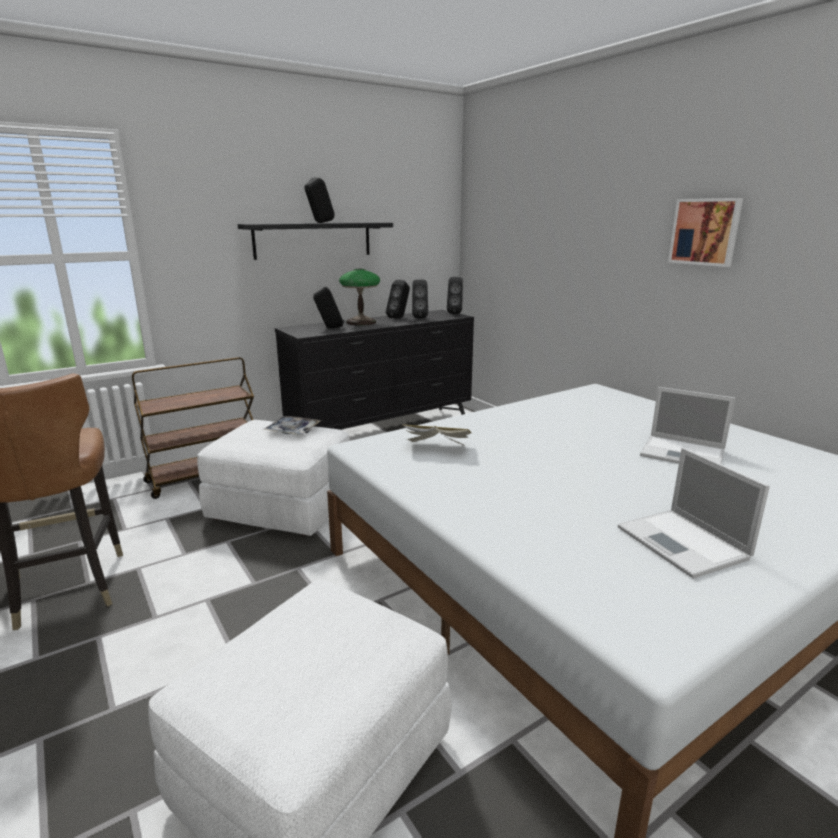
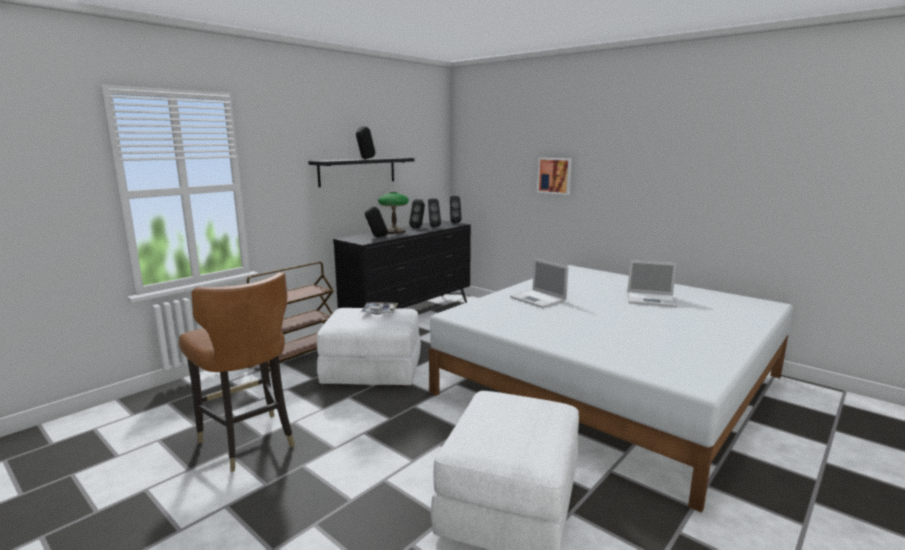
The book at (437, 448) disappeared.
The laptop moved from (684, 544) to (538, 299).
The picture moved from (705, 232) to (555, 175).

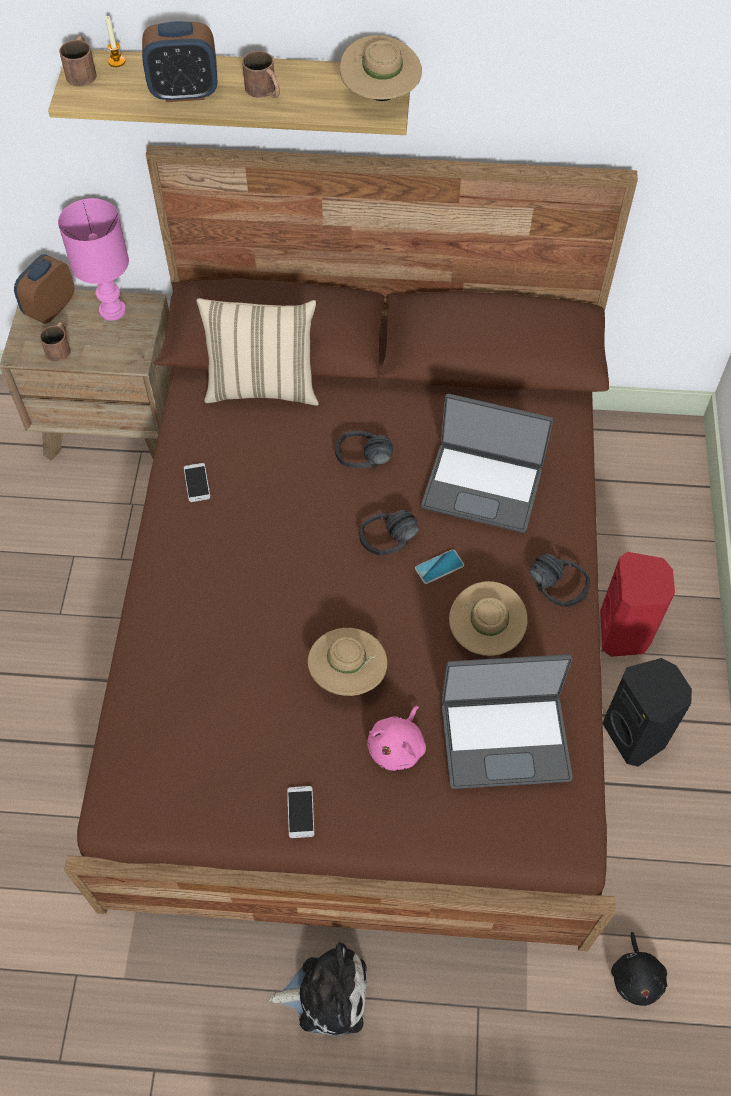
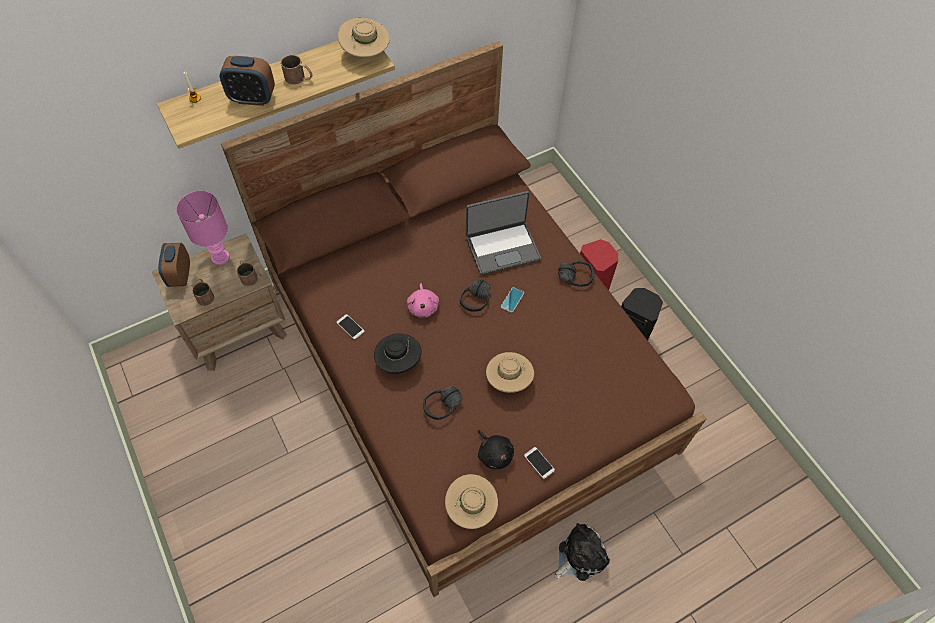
The brown_mug moved from (82, 71) to (247, 275).
The alarm_clock at (185, 92) turned 45 degrees clockwise.
The beige_pillow at (263, 387) disappeared.
The black_headphones moved from (363, 464) to (446, 410).
The pink_plush_toy moved from (397, 746) to (423, 306).
The laptop at (505, 739) disappeared.
The beige_hat moved from (485, 632) to (471, 507).
The black_plush_toy moved from (636, 977) to (494, 454).
The black_hat at (398, 361) appeared.

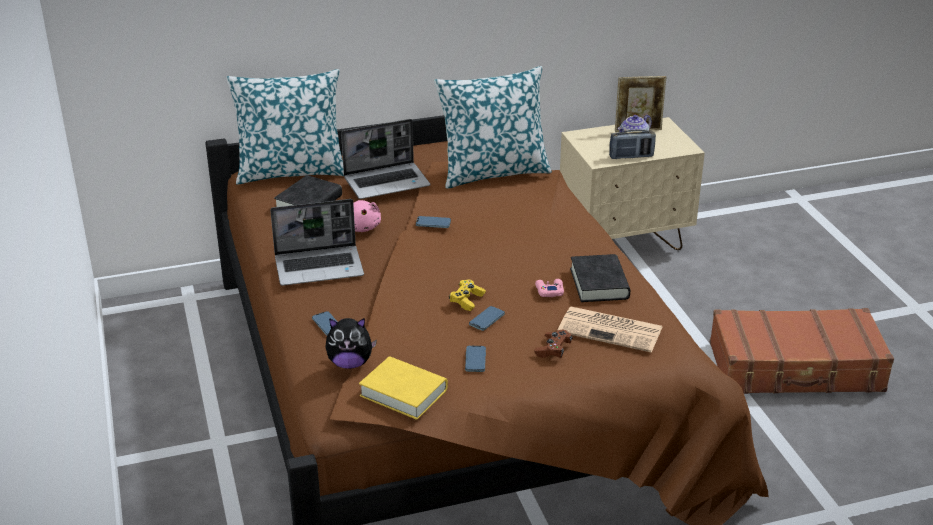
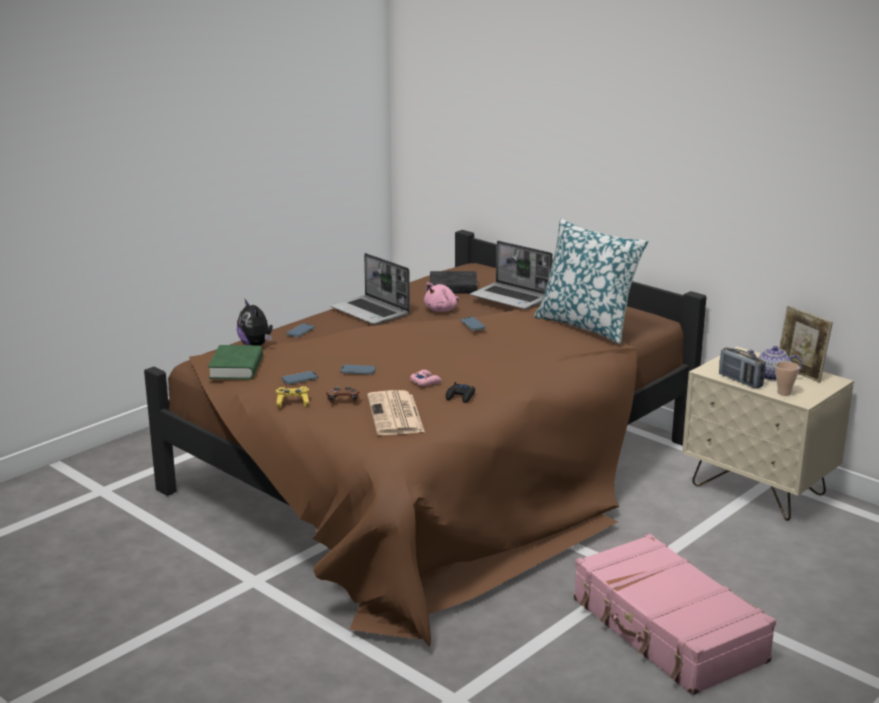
The pillow at (291, 171) disappeared.
The yellow_book at (403, 393) became the green_book at (236, 368).
The yellow_game_controller moved from (467, 300) to (293, 403).
The black_book at (599, 283) was replaced by the black_game_controller at (461, 397).
The brown_suitcase at (796, 368) became the pink_suitcase at (667, 631).
The cup at (784, 393) appeared.

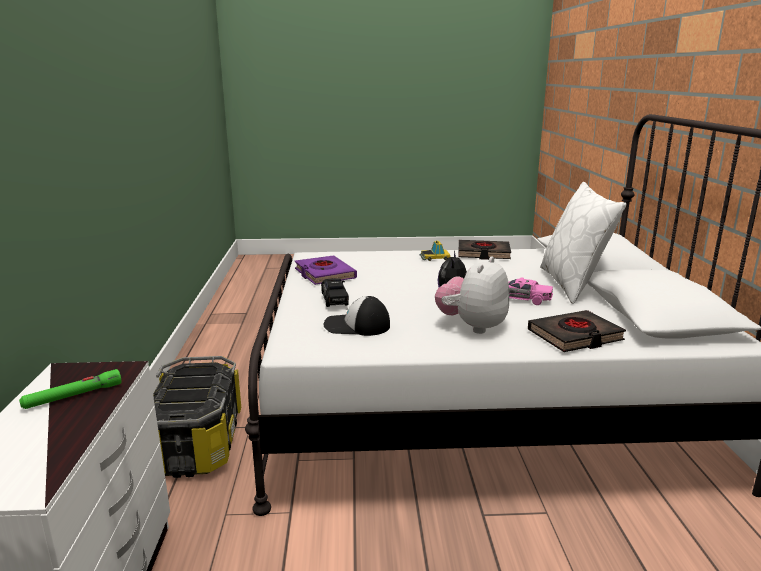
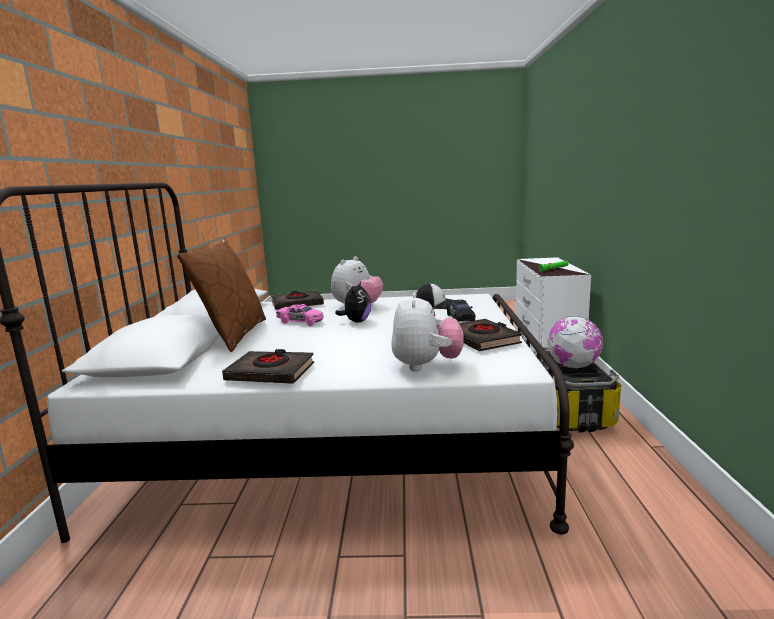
The purple_book at (324, 274) became the black_book at (482, 339).
The toy_car at (435, 257) disappeared.
The white_pillow at (573, 284) became the brown_pillow at (233, 335).
The plush_toy at (426, 366) appeared.
The globe at (573, 366) appeared.

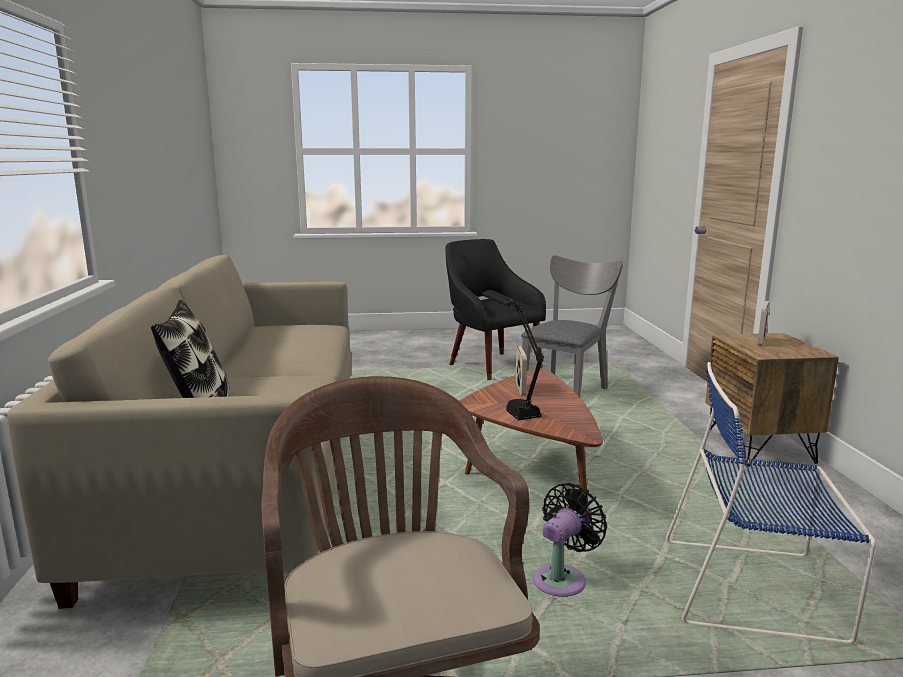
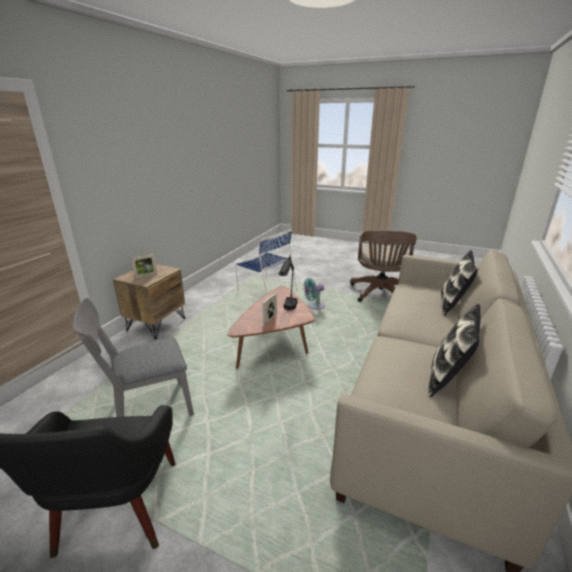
The black_fan at (562, 579) became the turquoise_fan at (314, 306).
The pillow at (447, 377) appeared.

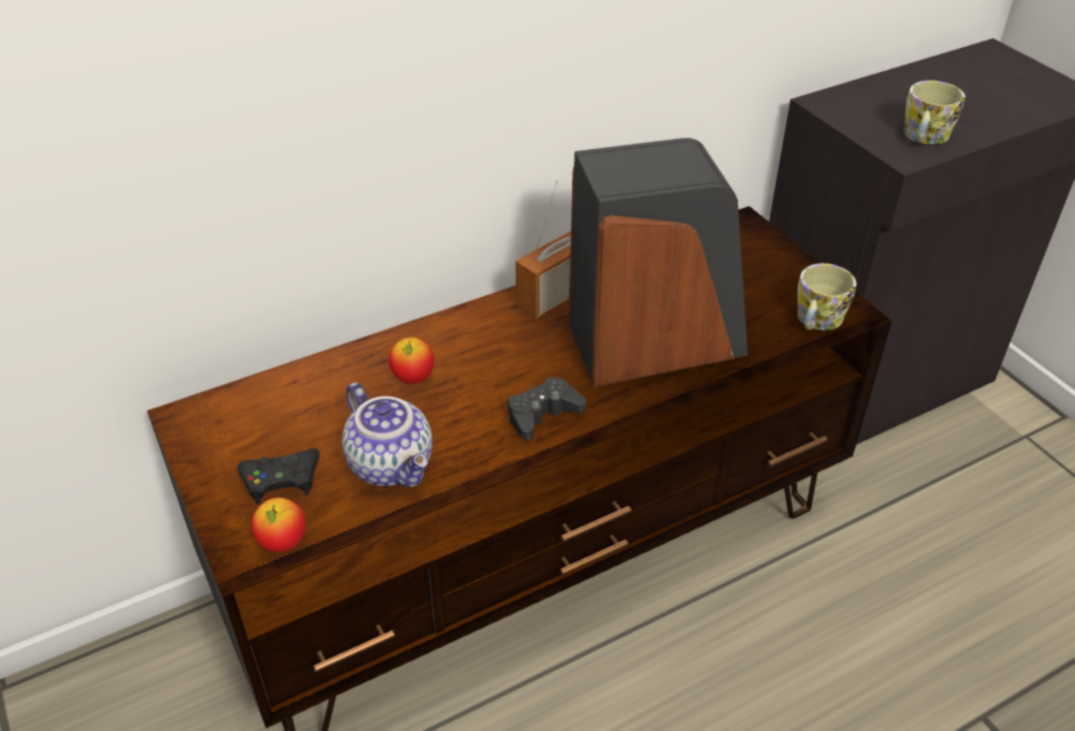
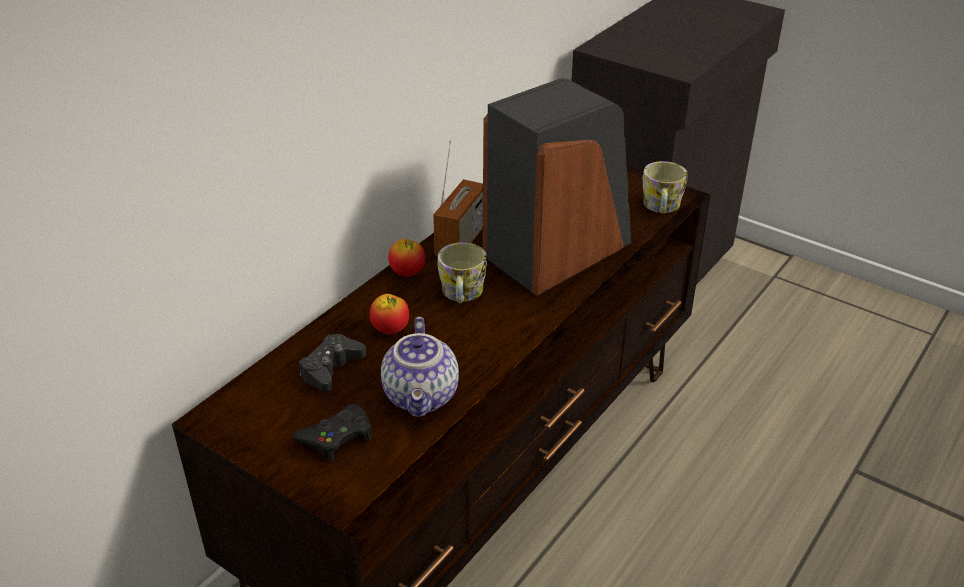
The apple moved from (283, 542) to (407, 273).
The teapot at (393, 465) turned 60 degrees clockwise.
The black_game_controller moved from (543, 414) to (331, 368).
The mug moved from (924, 138) to (462, 294).

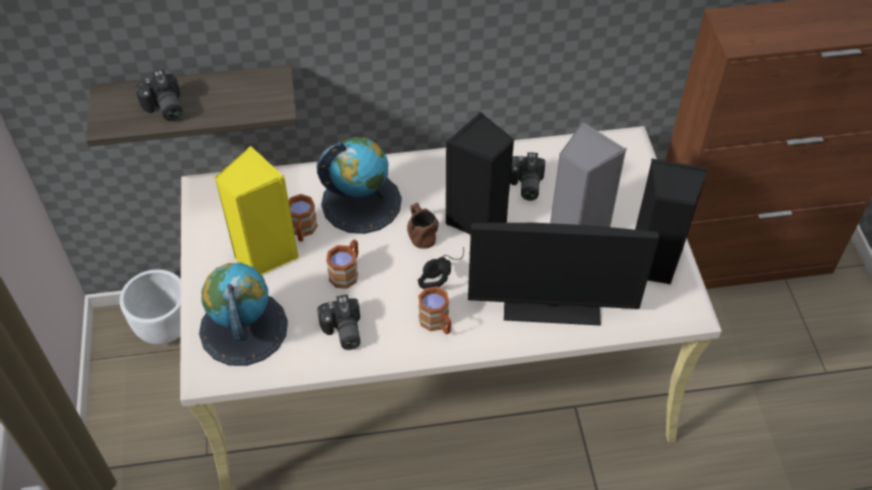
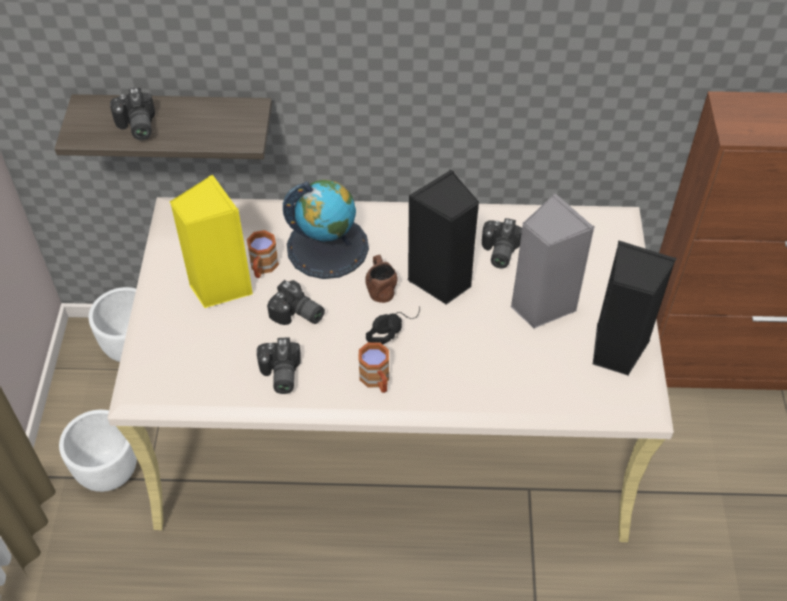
The globe at (243, 328) disappeared.
The brown_mug at (347, 272) was replaced by the photo_camera at (297, 315).
The monitor at (551, 304) disappeared.
The white_planter at (108, 470) appeared.

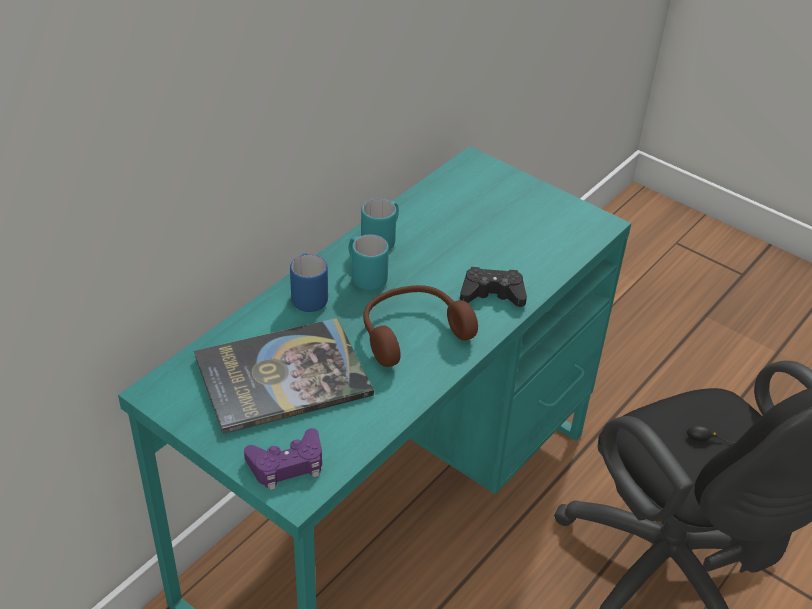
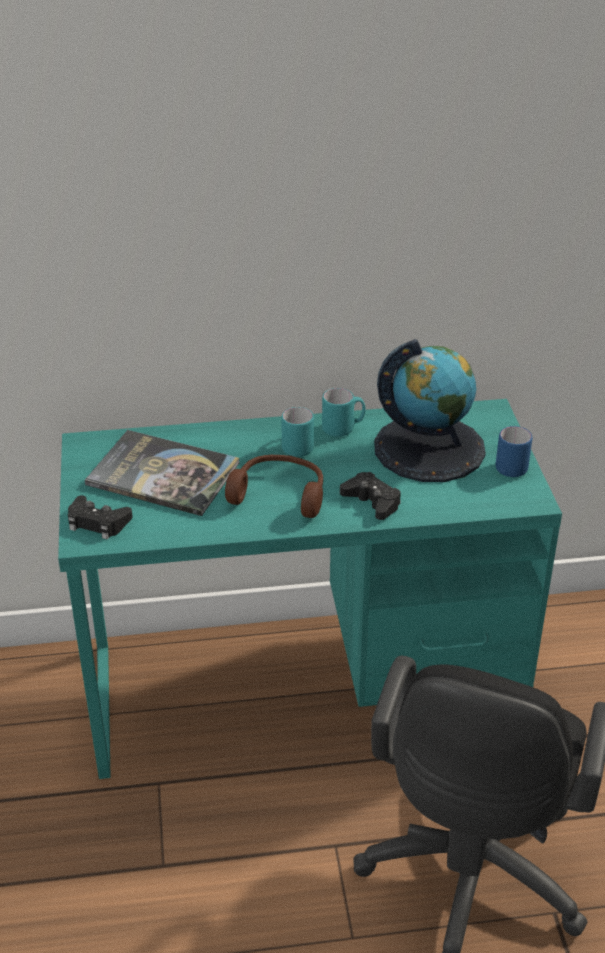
The purple_game_controller at (287, 465) became the black_game_controller at (98, 523).
The blue_mug moved from (308, 296) to (514, 465).
The globe at (429, 448) appeared.

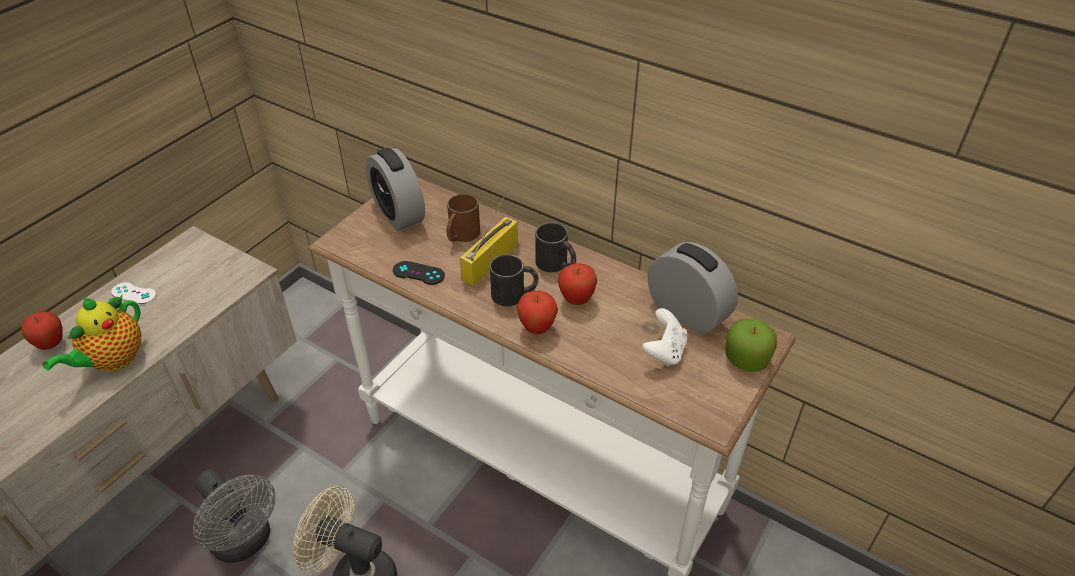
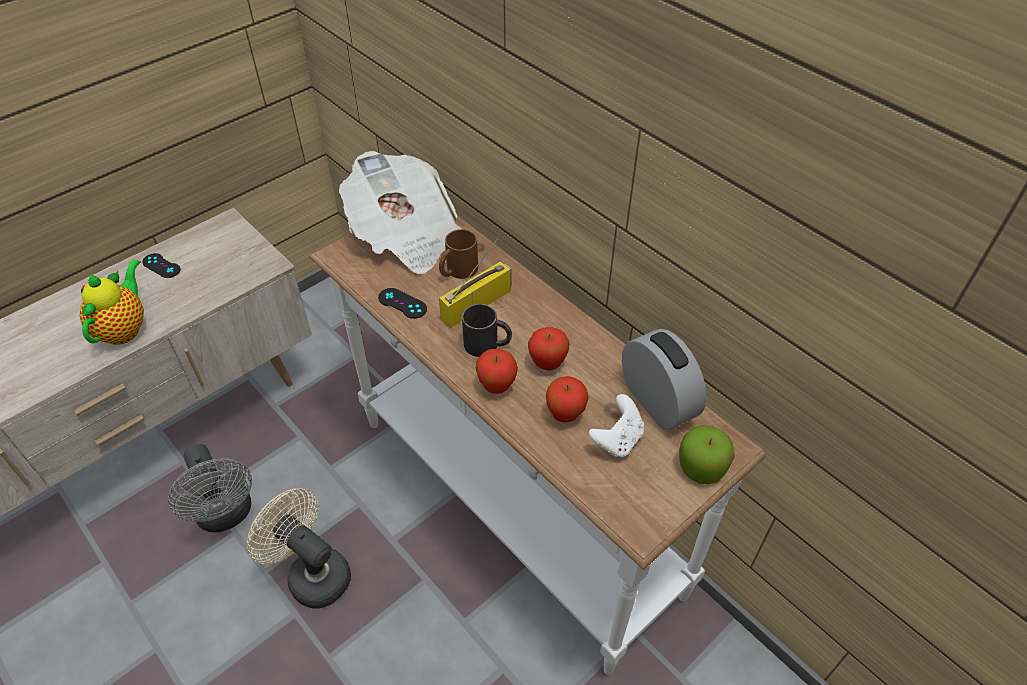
The apple moved from (51, 344) to (565, 414).
The teapot at (113, 360) turned 150 degrees clockwise.
The white_game_controller at (134, 293) became the black_game_controller at (161, 266).
The alarm_clock at (398, 213) was replaced by the newspaper at (405, 236).
The black_mug at (556, 264) disappeared.

